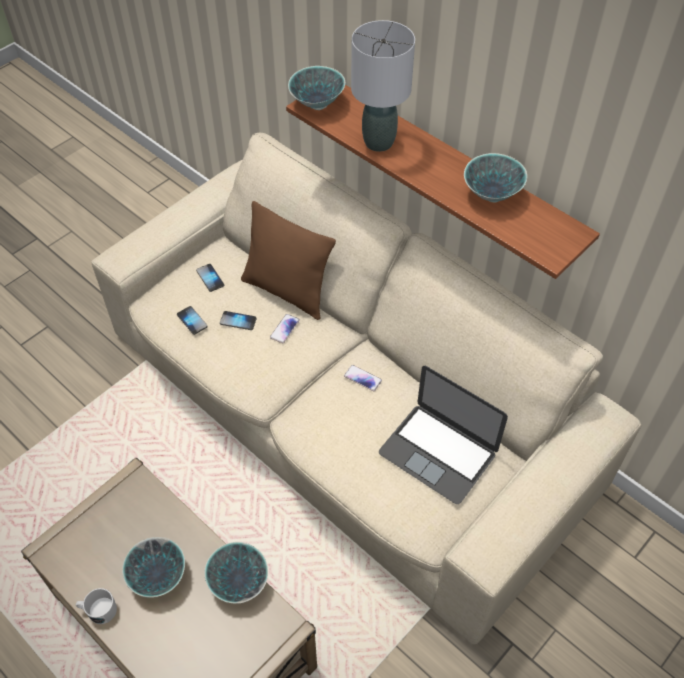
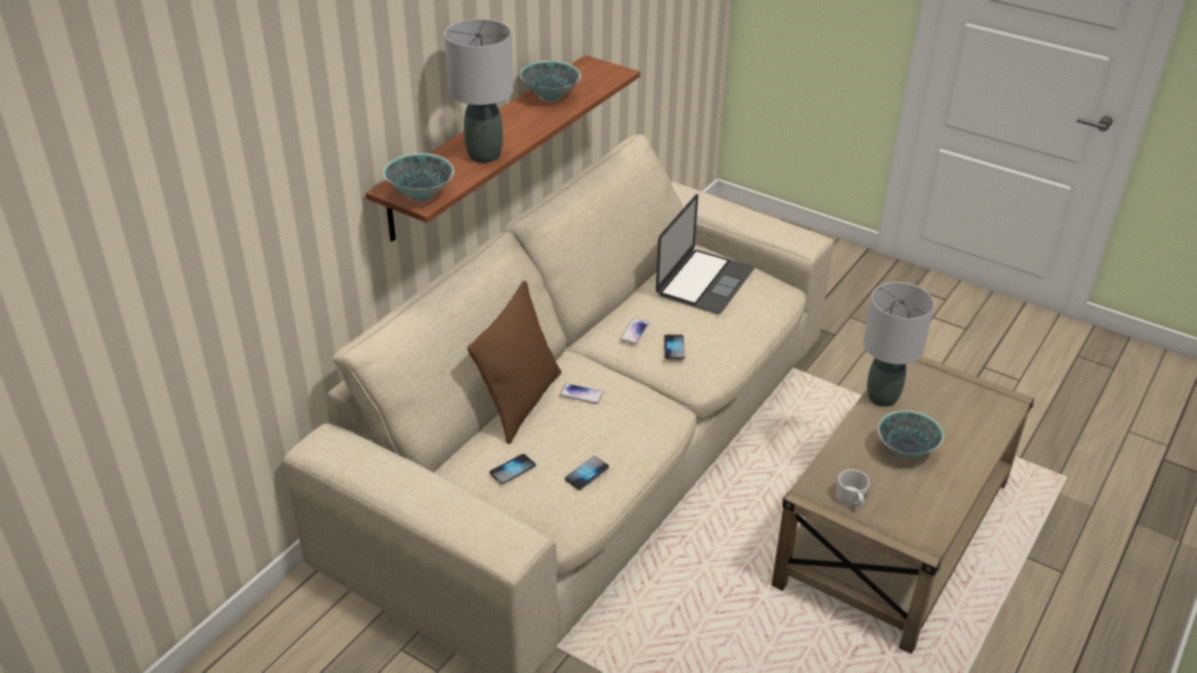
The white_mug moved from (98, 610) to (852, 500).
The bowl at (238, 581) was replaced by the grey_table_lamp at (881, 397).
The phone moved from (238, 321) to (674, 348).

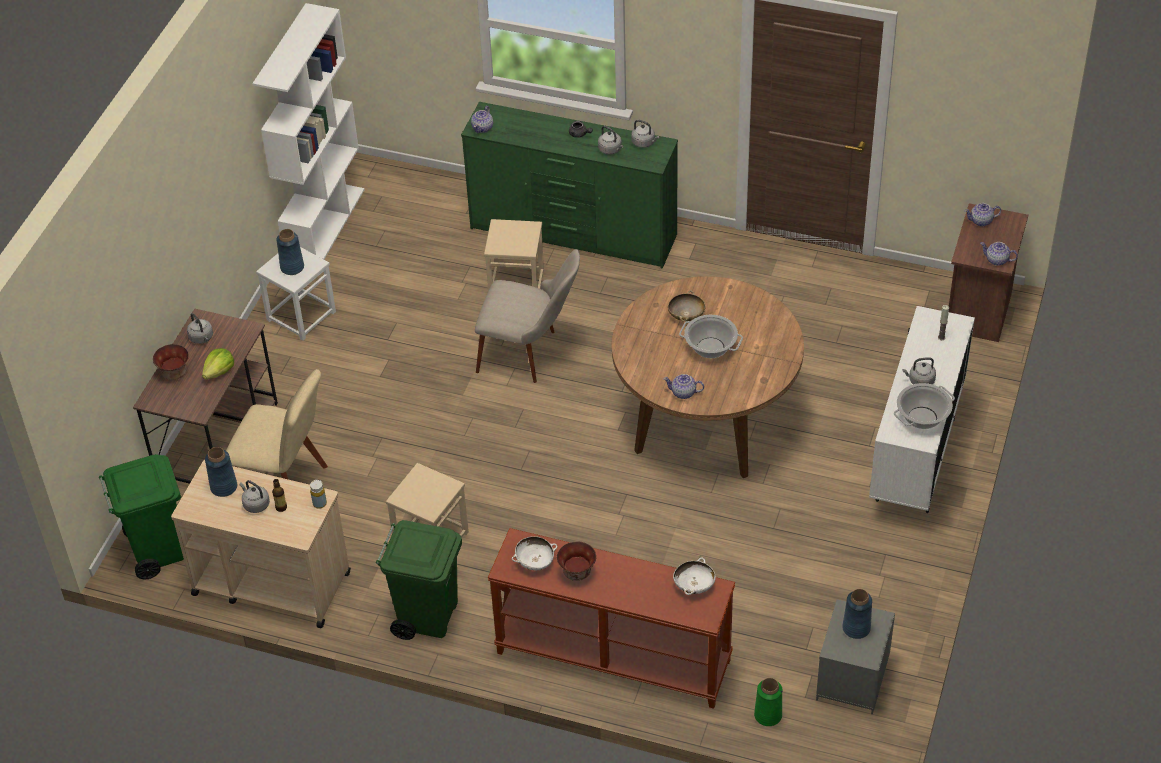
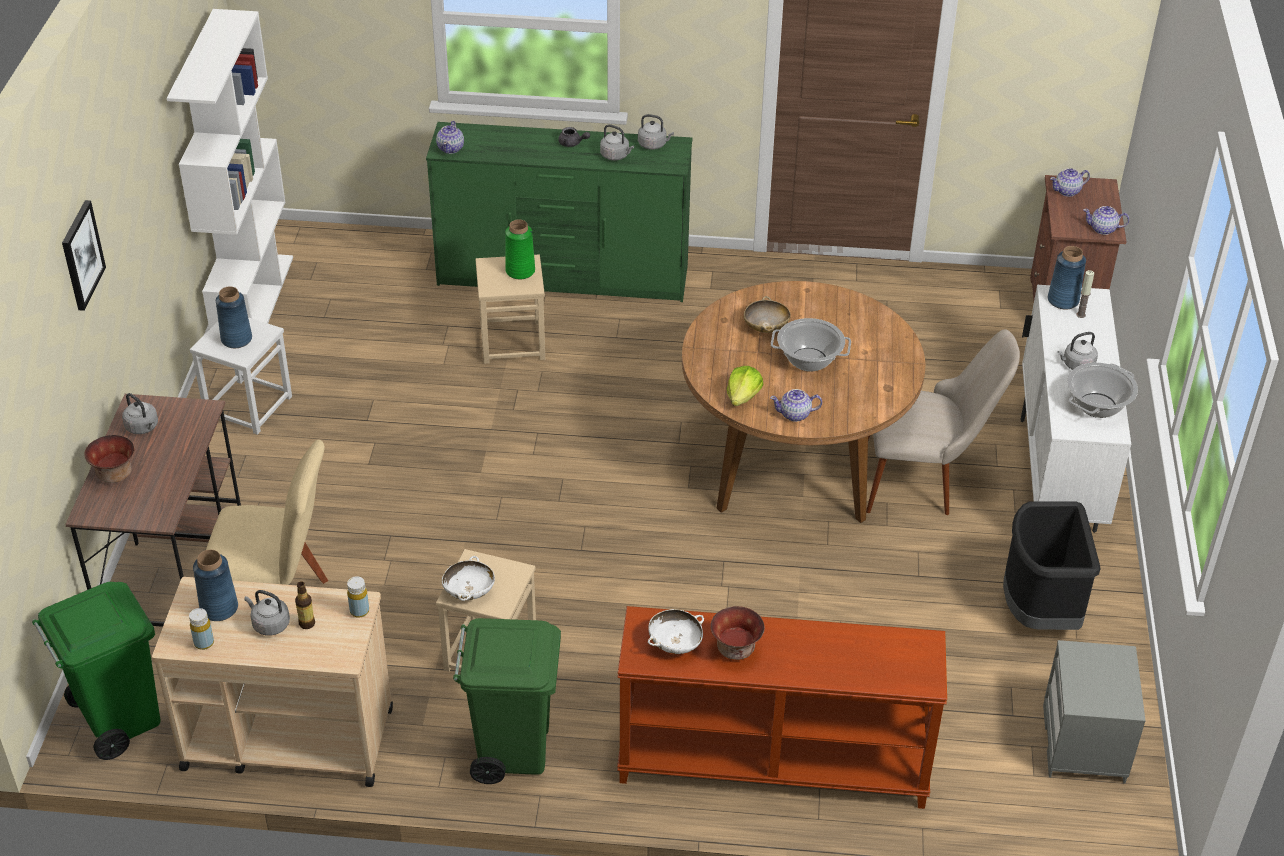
The lettuce moved from (219, 371) to (743, 397).
The beige_chair moved from (530, 354) to (925, 481).
The white_bowl moved from (694, 585) to (469, 591).
The green_vase moved from (768, 715) to (520, 271).
The blue_vase moved from (856, 628) to (1063, 300).
The picture at (81, 255) appeared.
The yellow_bottle at (204, 643) appeared.
The black_trash_can at (1039, 612) appeared.

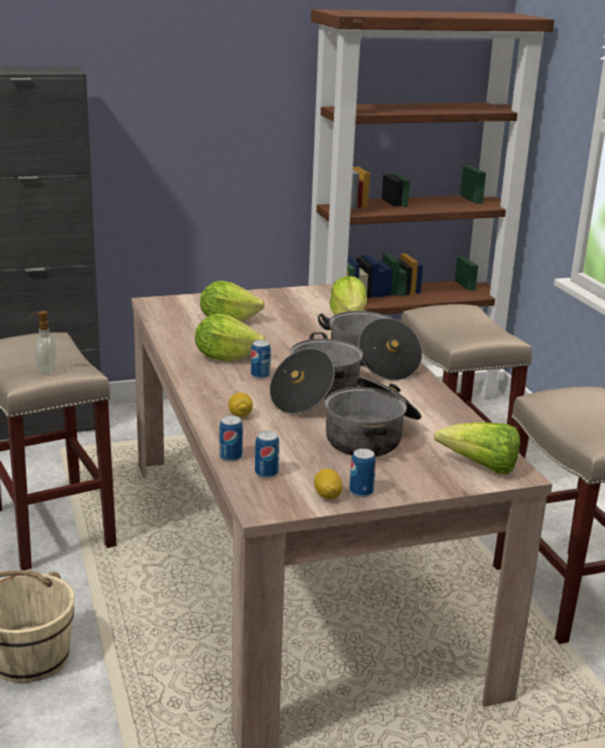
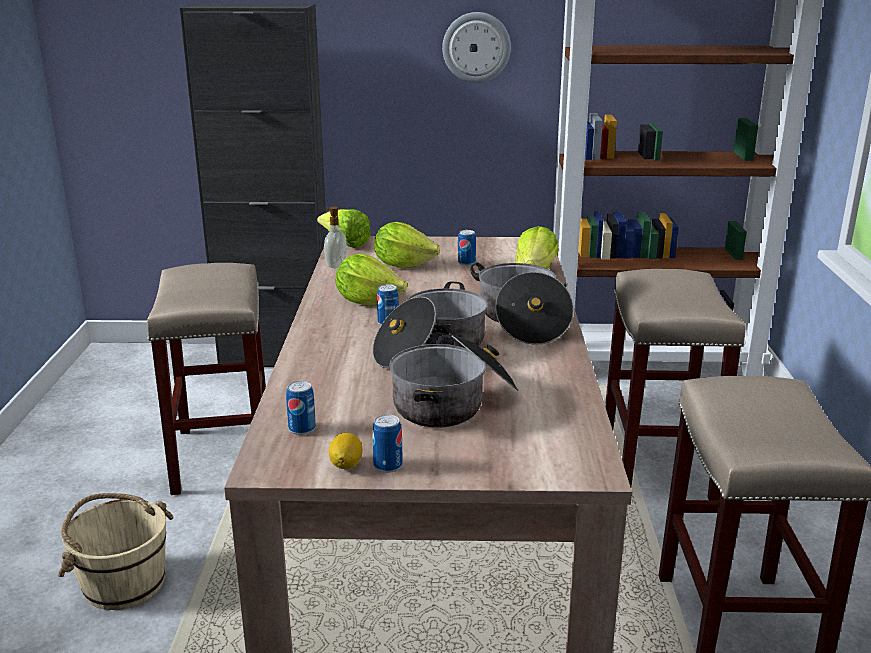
The soap_dispenser moved from (45, 370) to (335, 265).
The can moved from (230, 457) to (466, 263).
The lemon at (240, 415) disappeared.
The lettuce moved from (481, 467) to (345, 244).
The wall_clock at (476, 47) appeared.

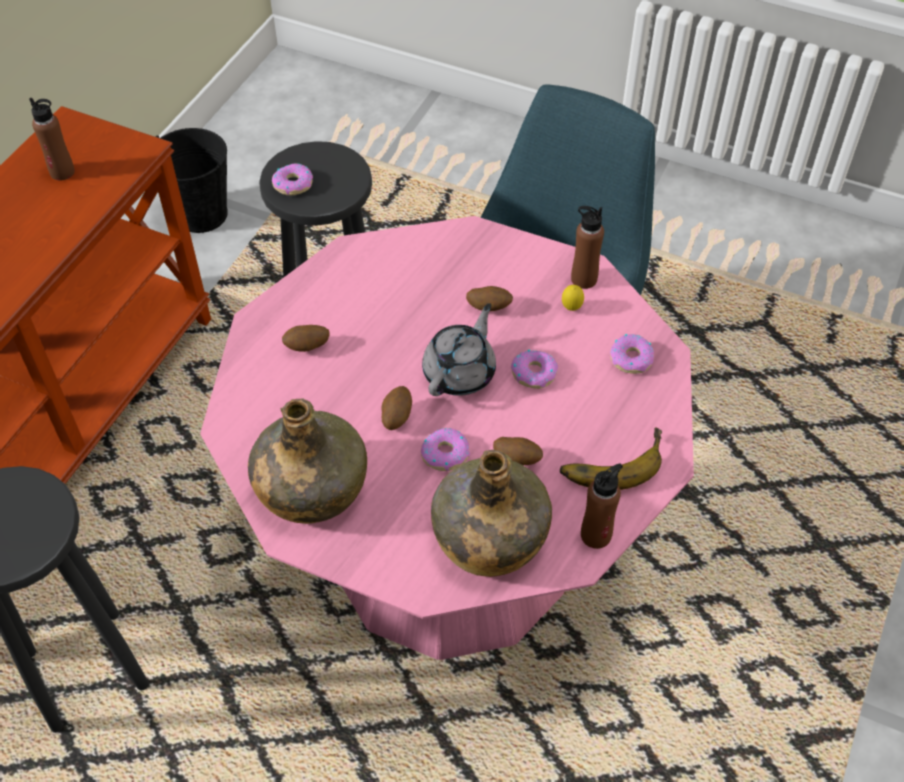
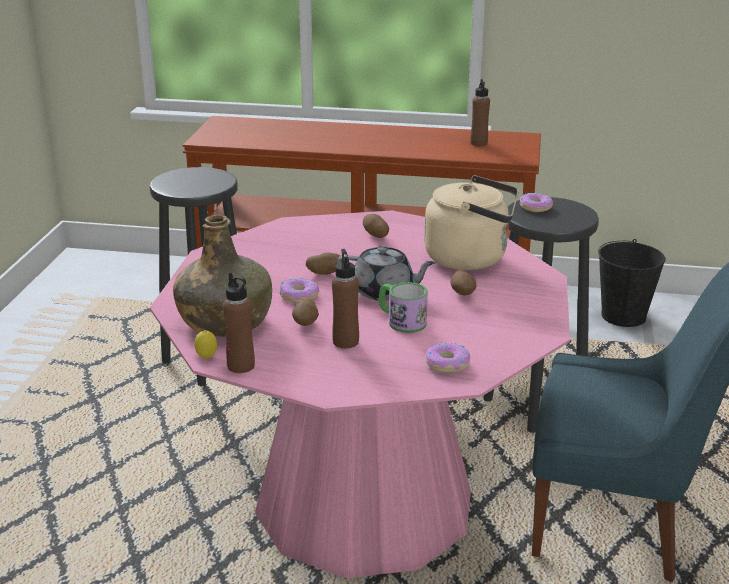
The green_bottle at (311, 487) disappeared.
The donut at (534, 373) was replaced by the mug at (401, 321).
The banana at (611, 460) disappeared.
The lemon moved from (571, 308) to (207, 358).
The brown_bottle moved from (583, 279) to (345, 341).
The beige_kettle at (471, 258) appeared.

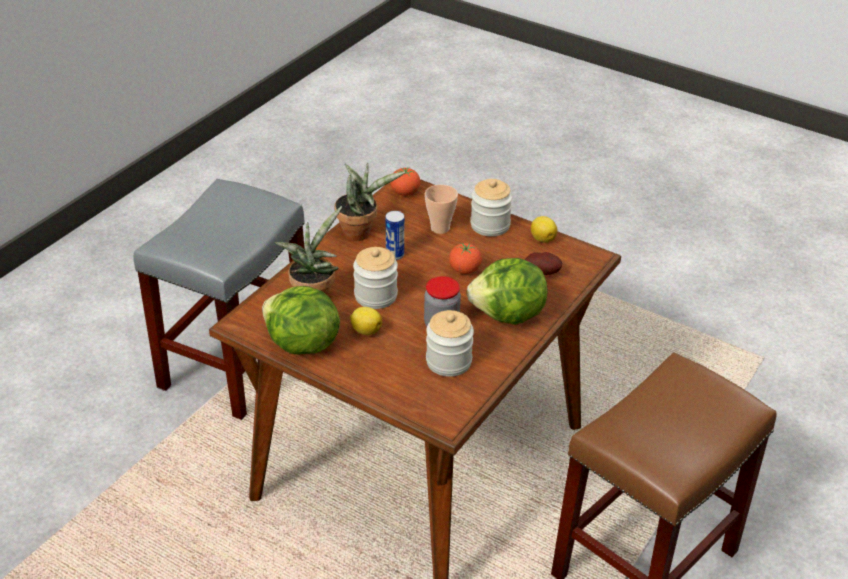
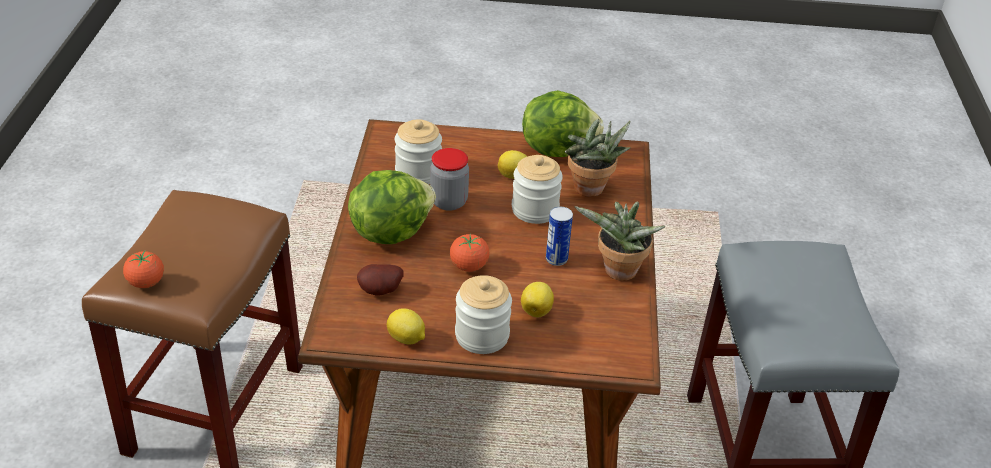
The tomato moved from (405, 193) to (146, 283).
The cup at (440, 228) was replaced by the lemon at (536, 310).

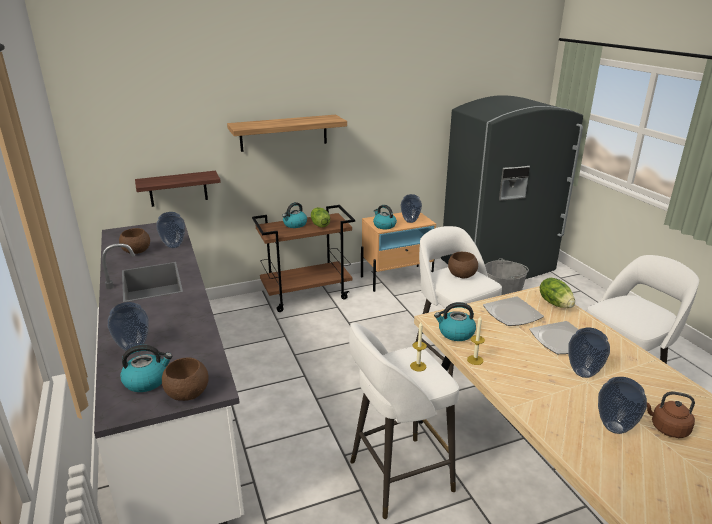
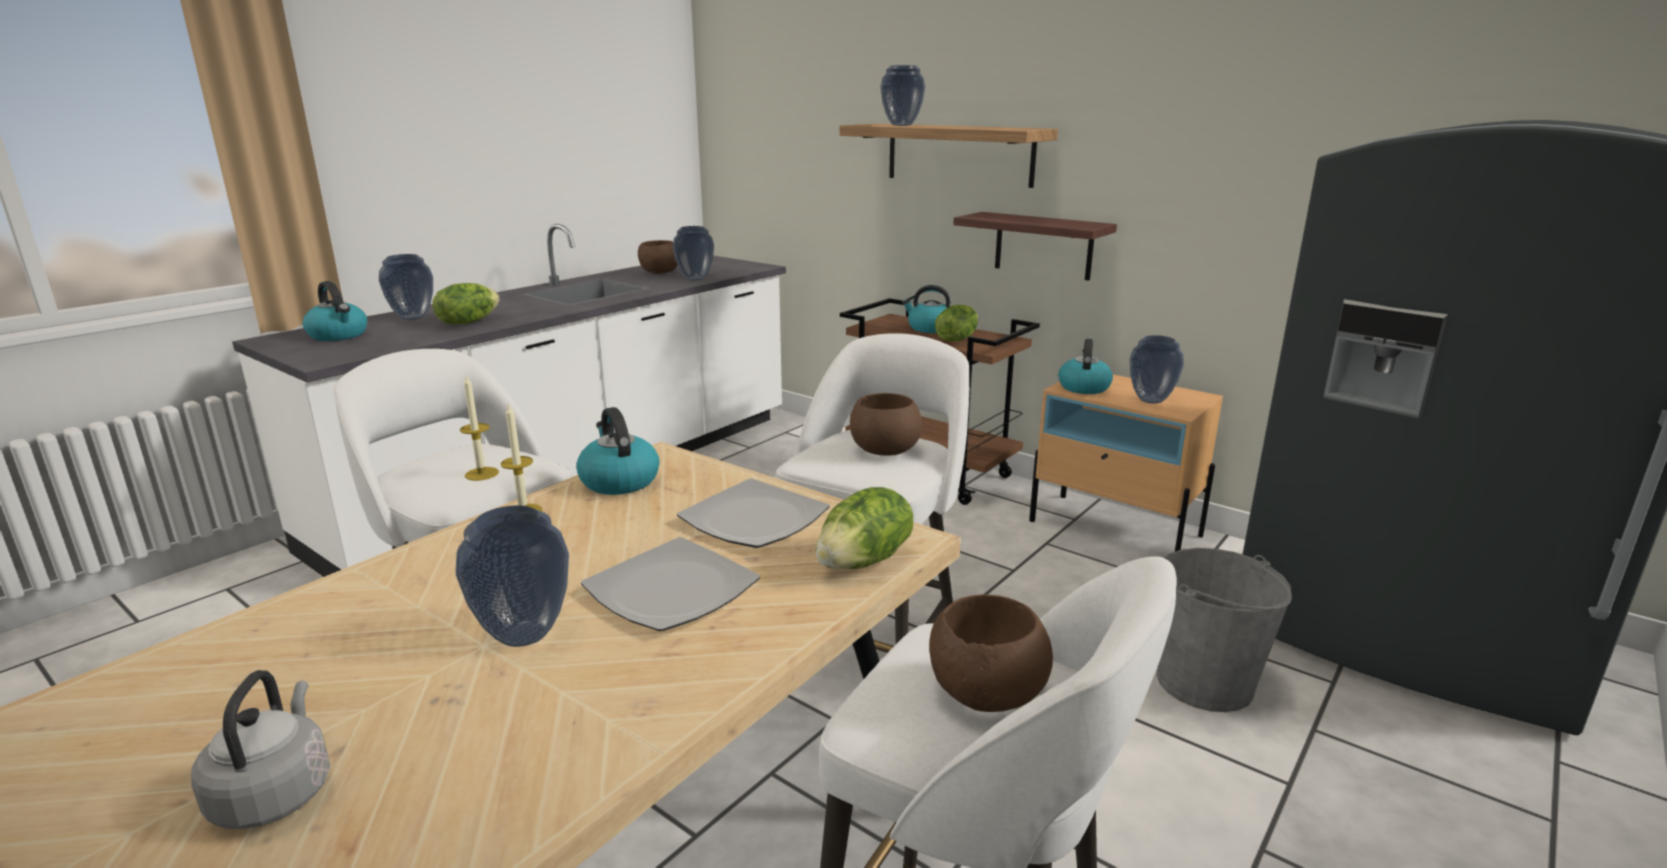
The shelf moved from (178, 188) to (1043, 245).
The brown_bowl moved from (186, 393) to (984, 691).
The vase moved from (614, 427) to (902, 125).
The brown_kettle at (667, 428) became the grey_kettle at (275, 793).
The lettuce at (468, 322) appeared.

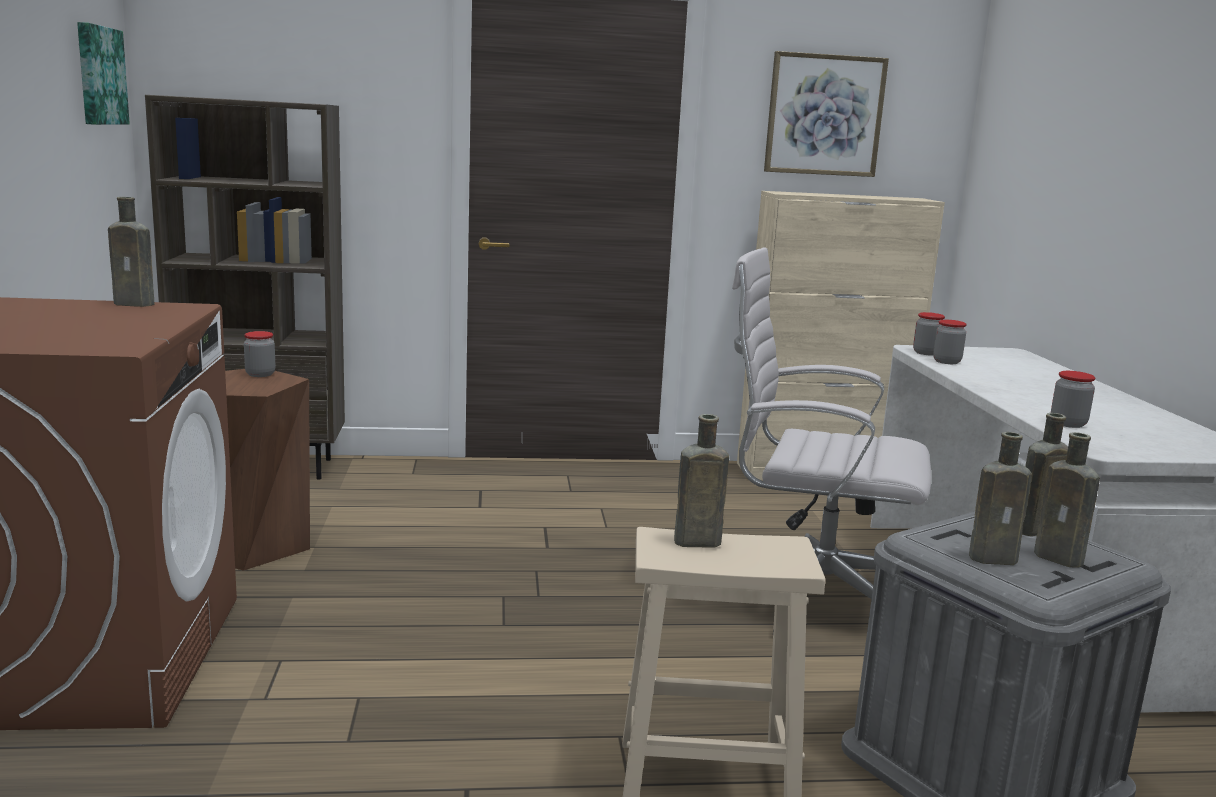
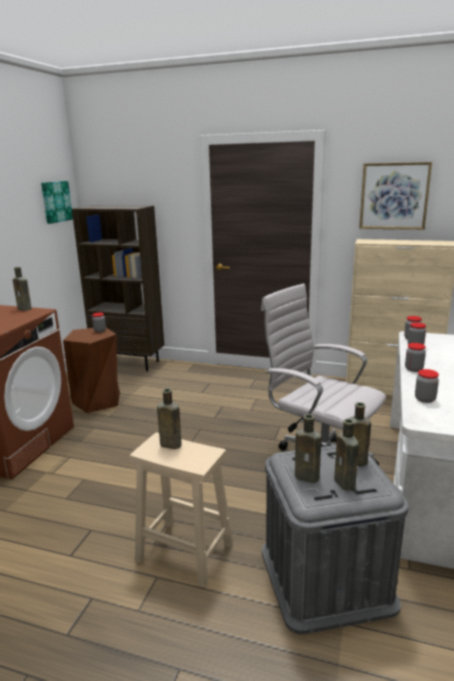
The jar at (413, 369) appeared.

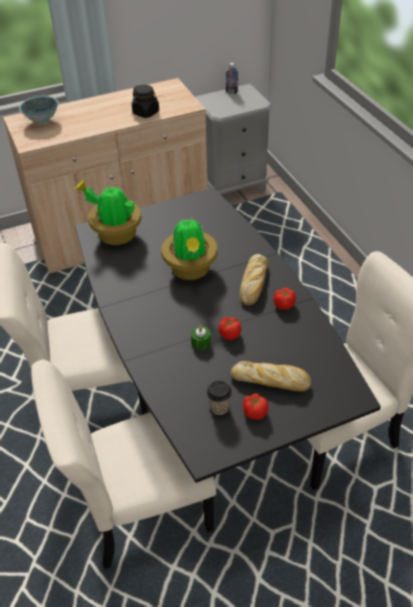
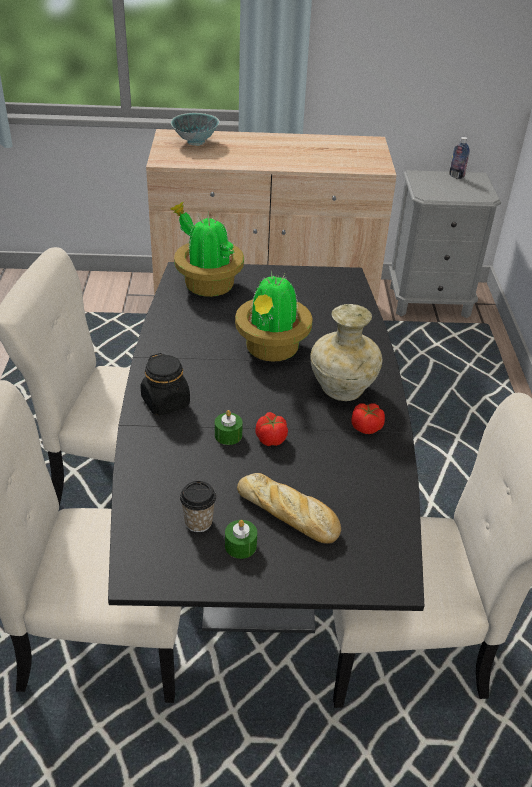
The black_jar moved from (146, 113) to (166, 402).
The bread at (254, 284) was replaced by the beige_vase at (342, 390).
The tomato at (255, 412) was replaced by the green_candle at (240, 545).

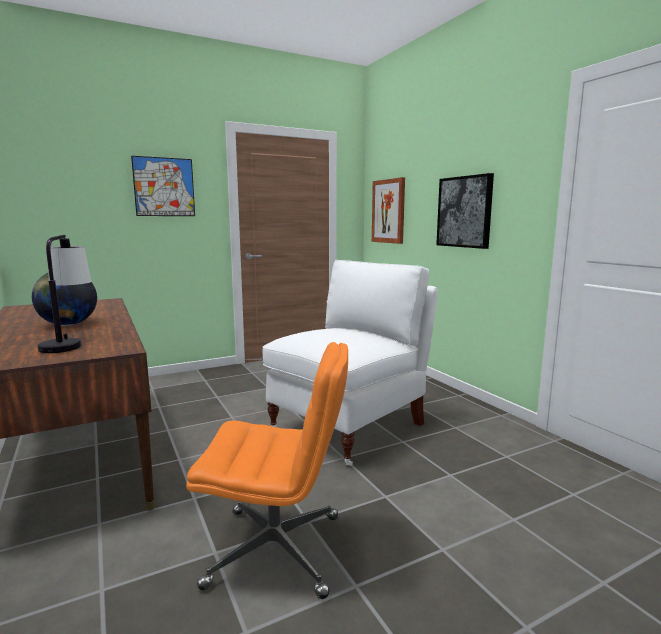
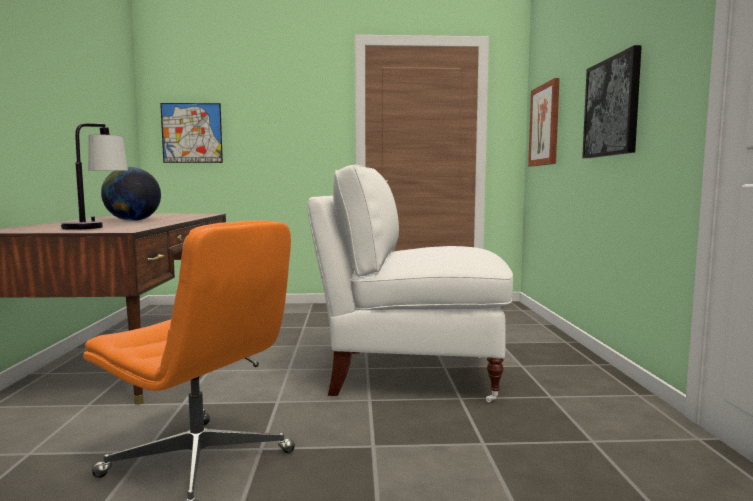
The picture moved from (164, 187) to (192, 133).
The white_chair at (350, 427) turned 150 degrees counterclockwise.

